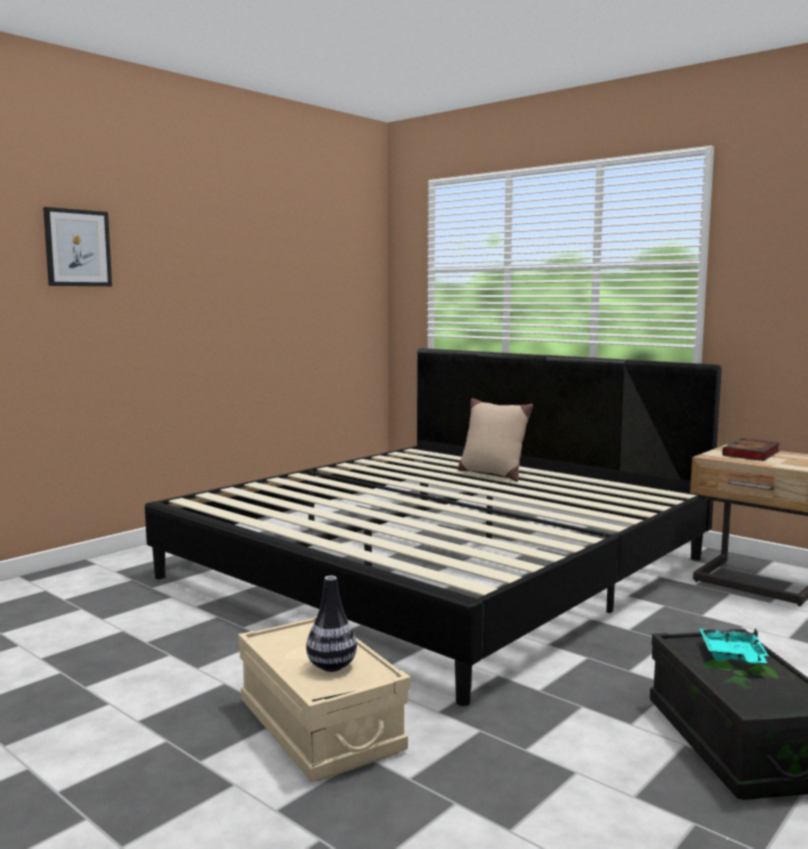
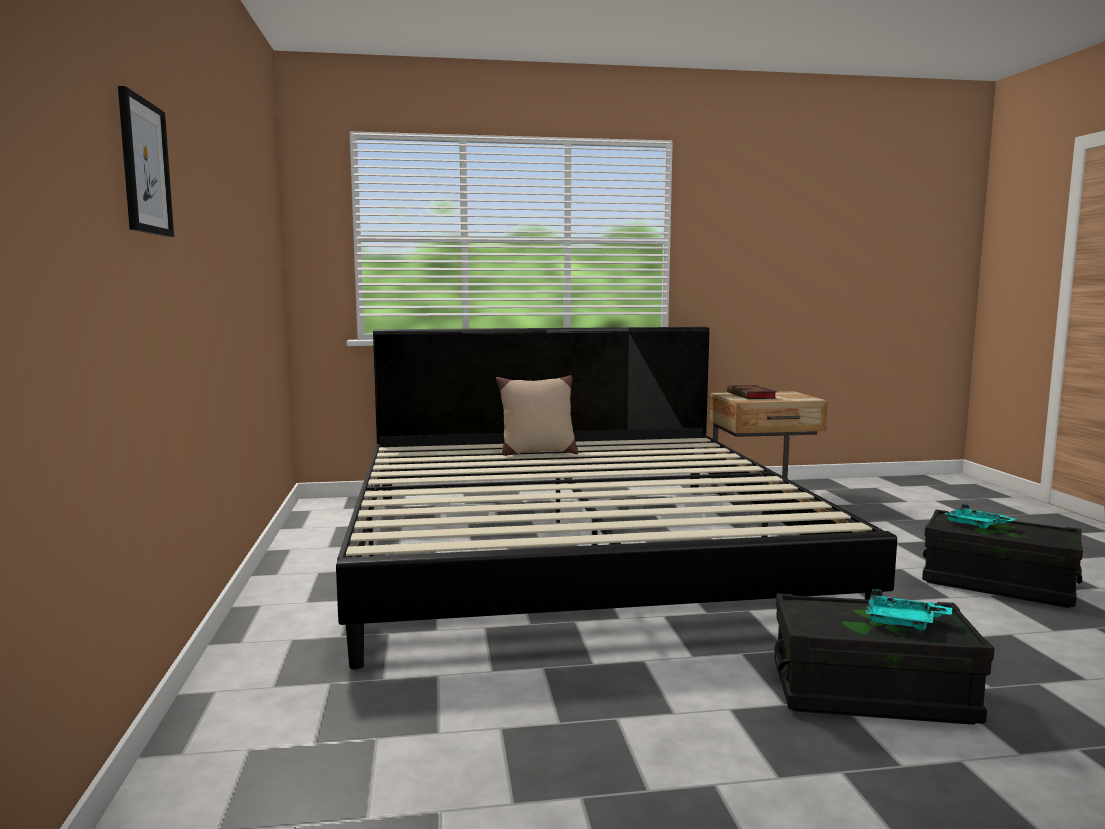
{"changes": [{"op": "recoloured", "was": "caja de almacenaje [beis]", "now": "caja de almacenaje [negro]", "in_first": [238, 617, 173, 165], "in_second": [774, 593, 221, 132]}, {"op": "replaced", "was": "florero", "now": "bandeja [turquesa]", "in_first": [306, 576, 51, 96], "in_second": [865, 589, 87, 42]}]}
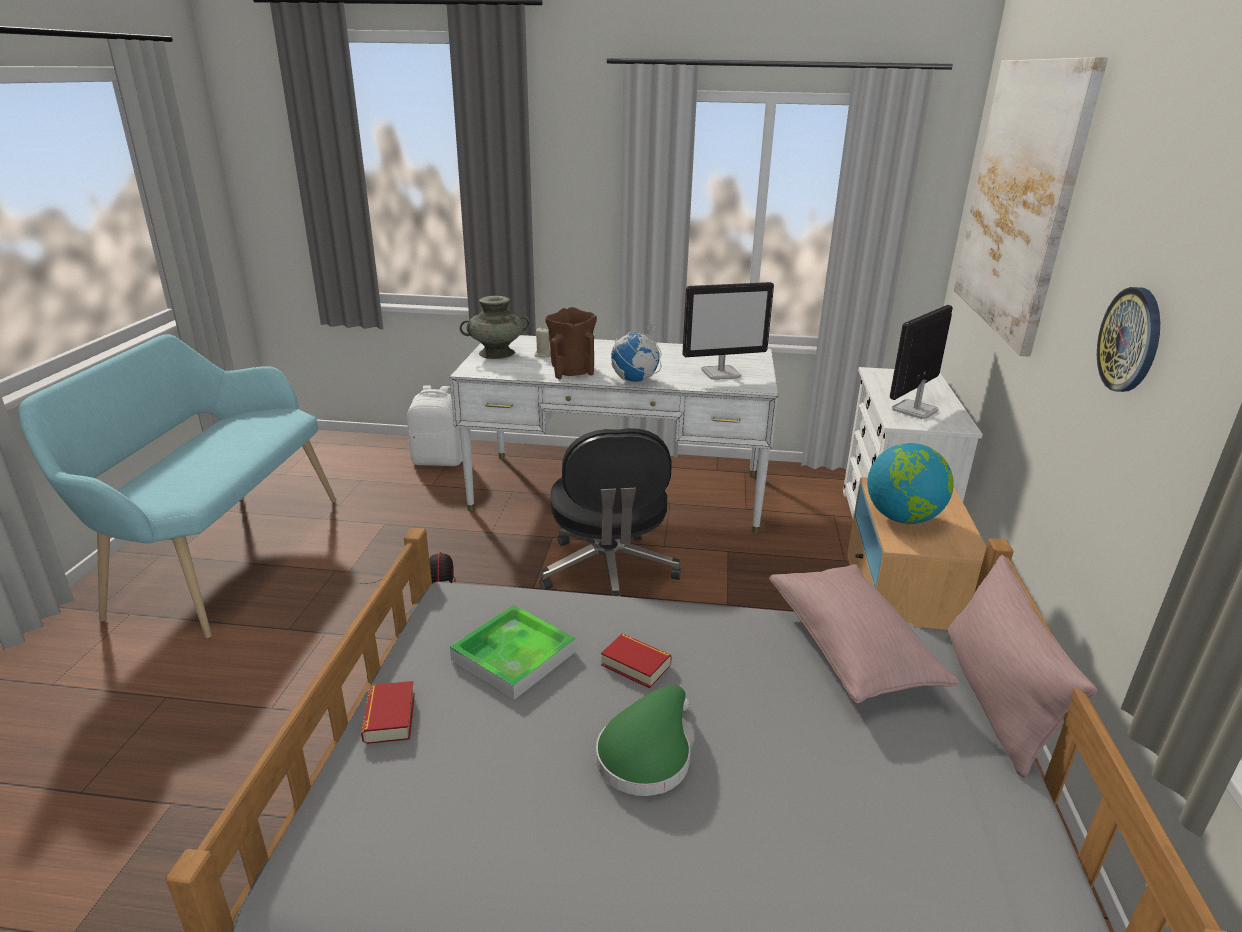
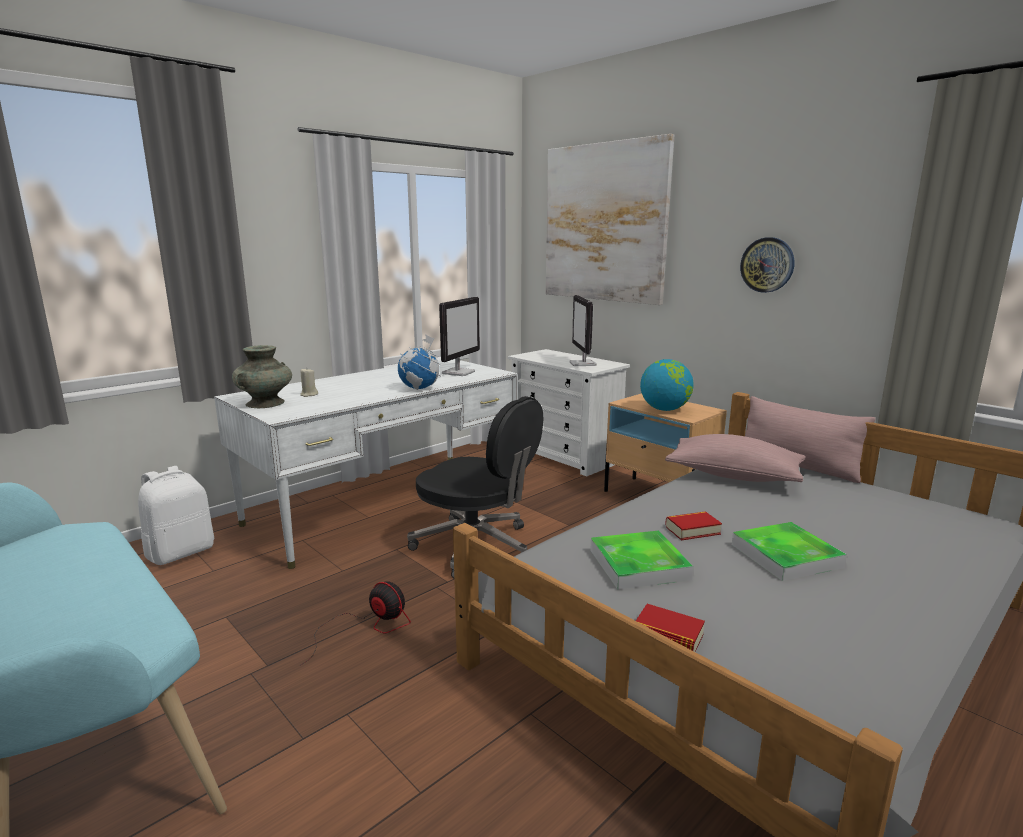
{"changes": [{"op": "removed", "was": "florero [marrón]", "in_first": [545, 307, 52, 72]}, {"op": "replaced", "was": "sombrero [verde]", "now": "bandeja", "in_first": [596, 685, 94, 111], "in_second": [732, 522, 115, 59]}]}
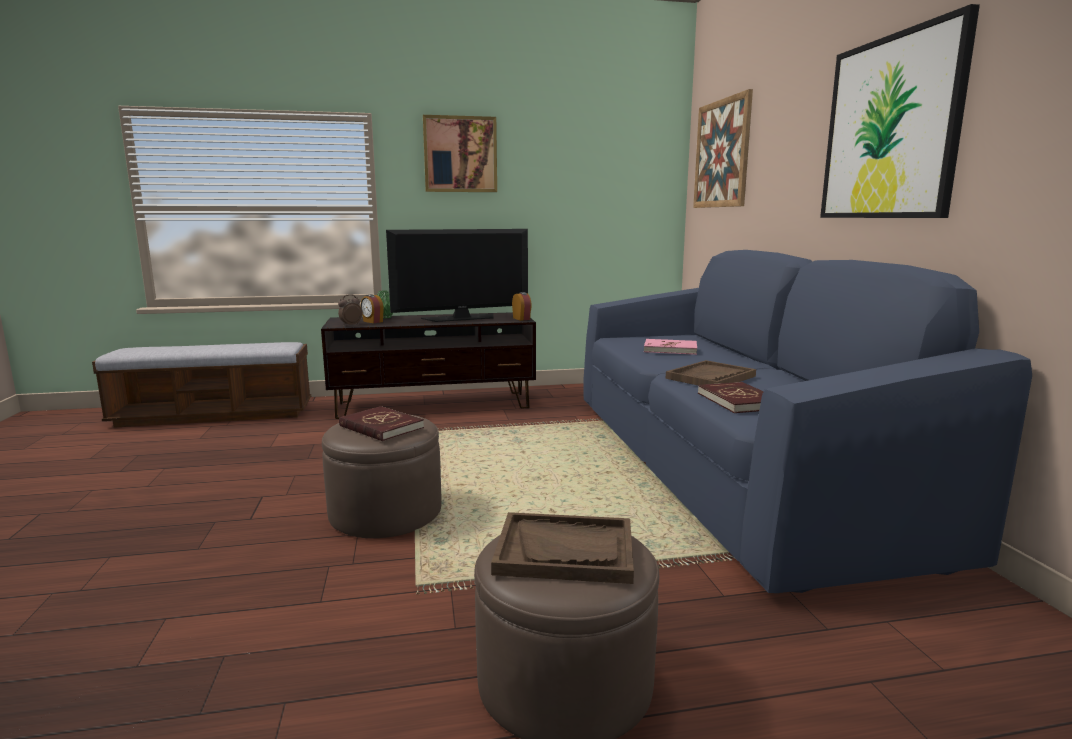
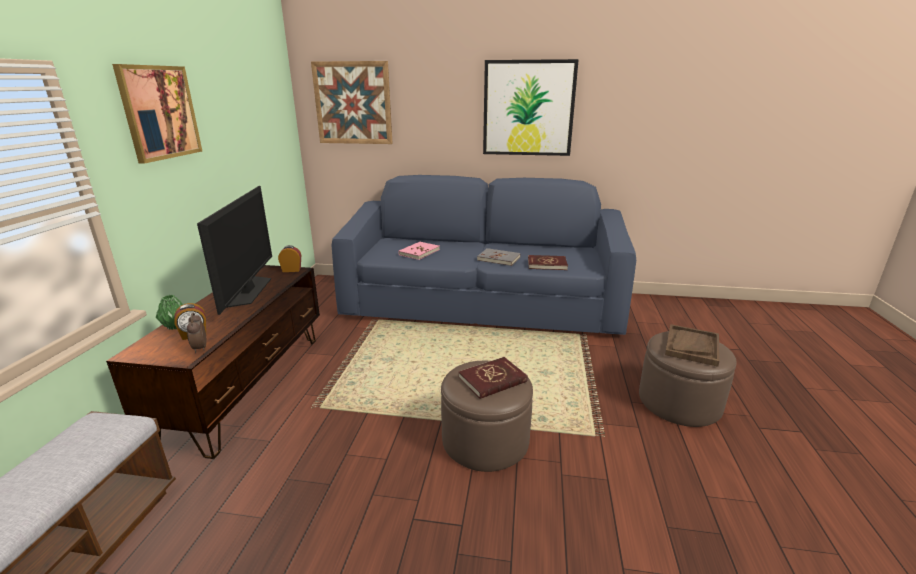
{"changes": [{"op": "replaced", "was": "bandeja [marrón]", "now": "libro [gris]", "in_first": [666, 360, 90, 25], "in_second": [477, 248, 43, 18]}]}
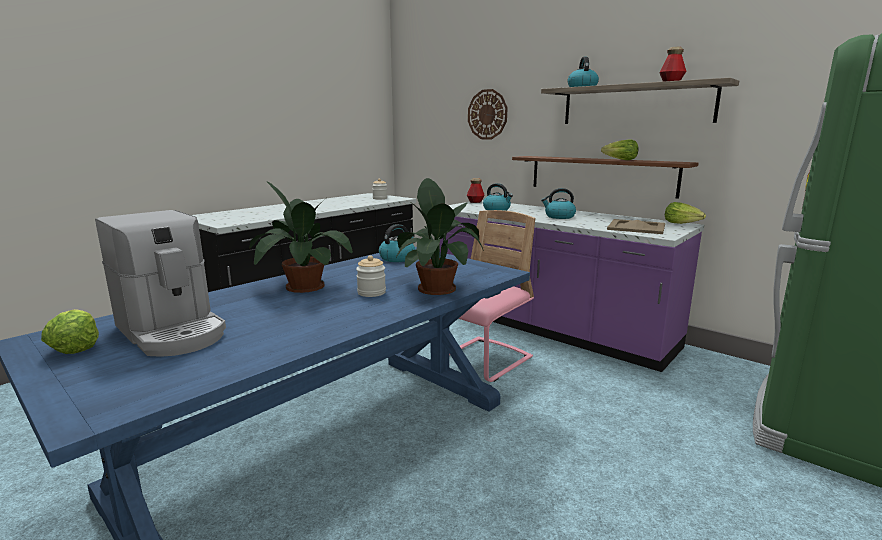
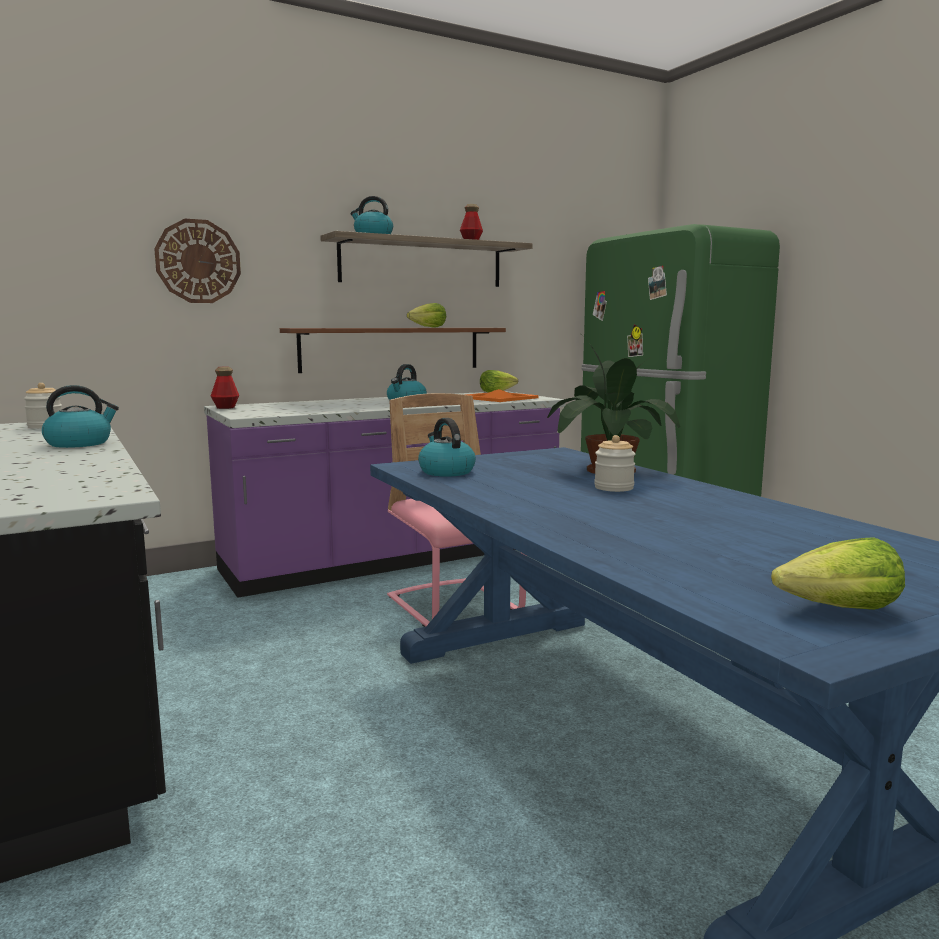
{"changes": [{"op": "removed", "was": "cafetera", "in_first": [95, 210, 131, 147]}, {"op": "removed", "was": "planta en maceta", "in_first": [249, 181, 104, 112]}, {"op": "moved", "was": "hervidor", "in_first": [483, 183, 30, 28], "in_second": [42, 385, 77, 63]}, {"op": "recoloured", "was": "bandeja [beis]", "now": "bandeja [naranja]", "in_first": [607, 219, 58, 15], "in_second": [466, 389, 73, 13]}]}
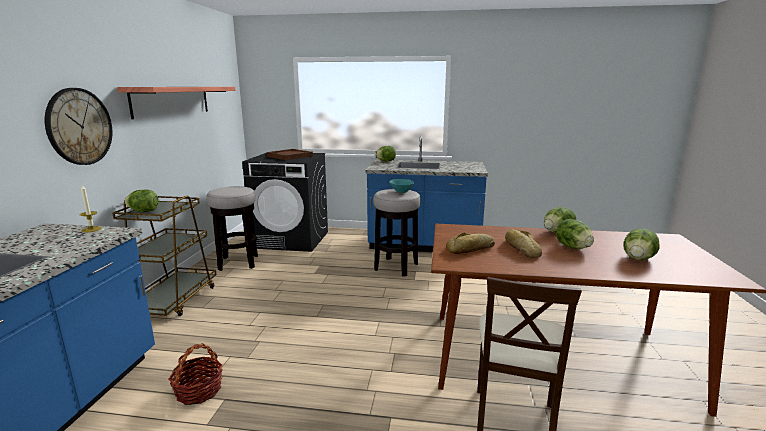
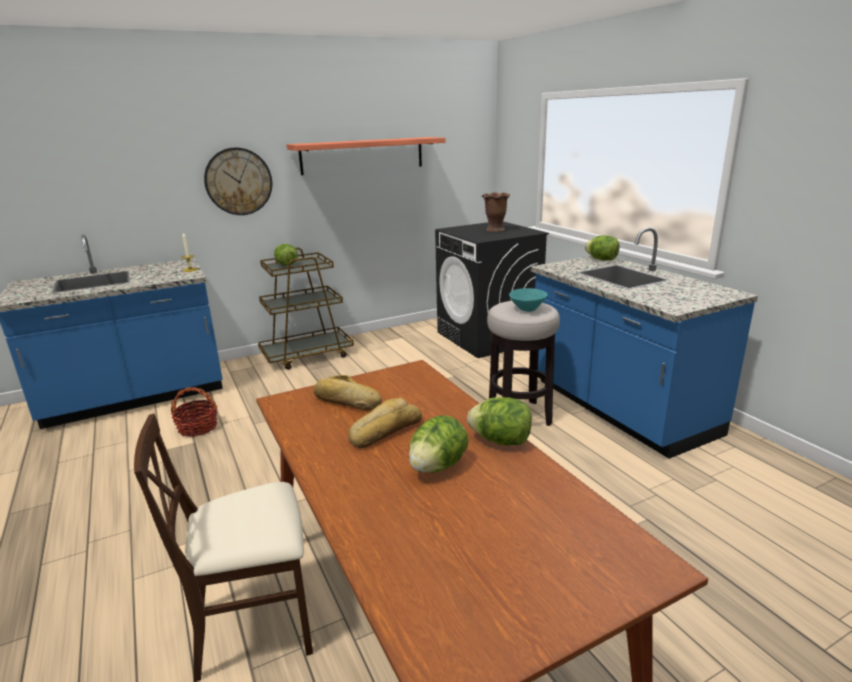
{"changes": [{"op": "removed", "was": "taburete", "in_first": [206, 186, 52, 85]}, {"op": "replaced", "was": "bandeja [marrón]", "now": "florero [marrón]", "in_first": [267, 149, 46, 11], "in_second": [482, 192, 28, 40]}, {"op": "removed", "was": "lechuga", "in_first": [623, 229, 37, 31]}]}
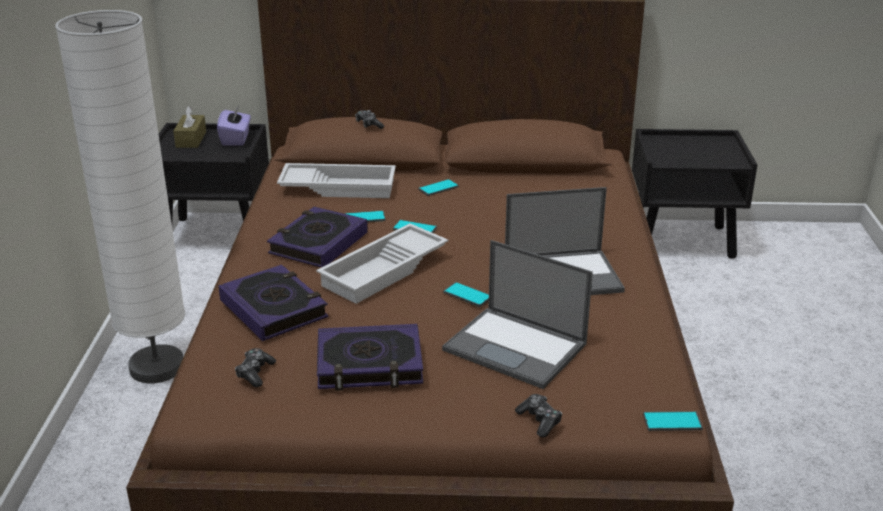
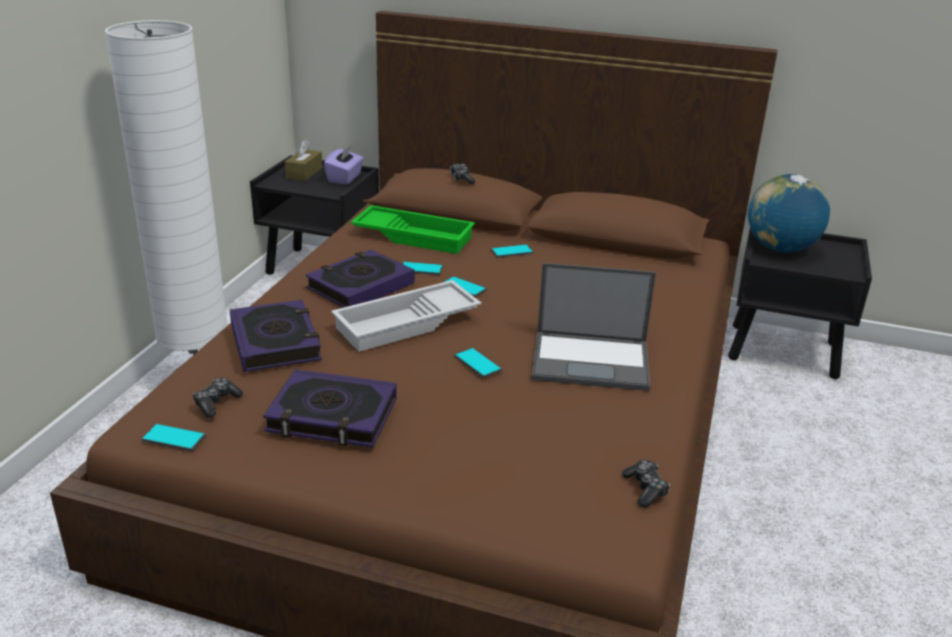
{"changes": [{"op": "recoloured", "was": "bandeja [blanco]", "now": "bandeja [verde]", "in_first": [277, 163, 119, 35], "in_second": [351, 205, 124, 49]}, {"op": "removed", "was": "portátil", "in_first": [442, 240, 151, 149]}, {"op": "moved", "was": "mando de consola", "in_first": [515, 394, 47, 43], "in_second": [622, 459, 48, 48]}, {"op": "moved", "was": "móvil", "in_first": [643, 411, 60, 20], "in_second": [141, 424, 65, 27]}, {"op": "added", "now": "globo terráqueo", "in_second": [748, 174, 82, 78]}]}
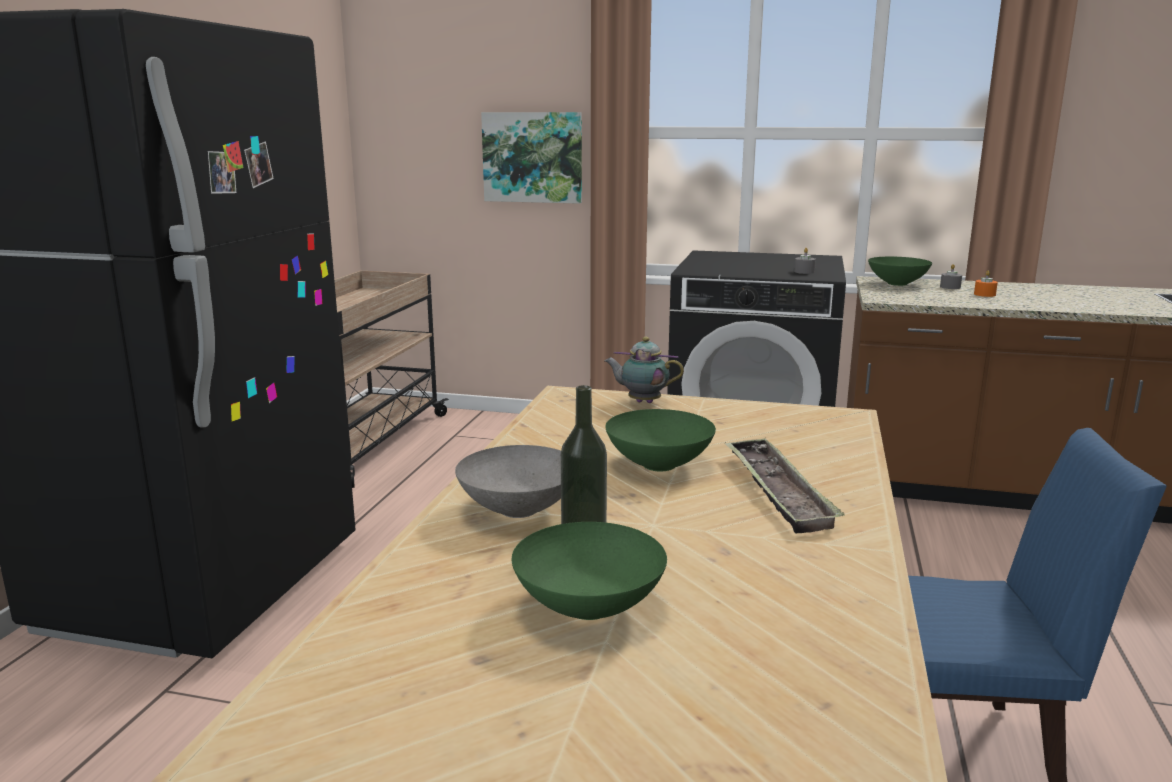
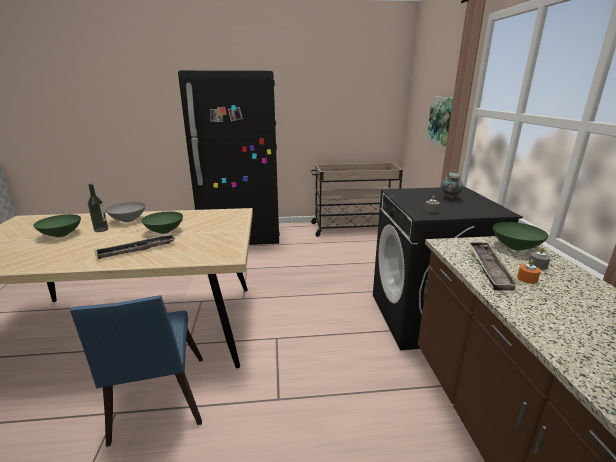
{"changes": [{"op": "moved", "was": "tetera", "in_first": [605, 337, 79, 66], "in_second": [441, 170, 22, 29]}, {"op": "added", "now": "bandeja", "in_second": [467, 242, 54, 49]}]}
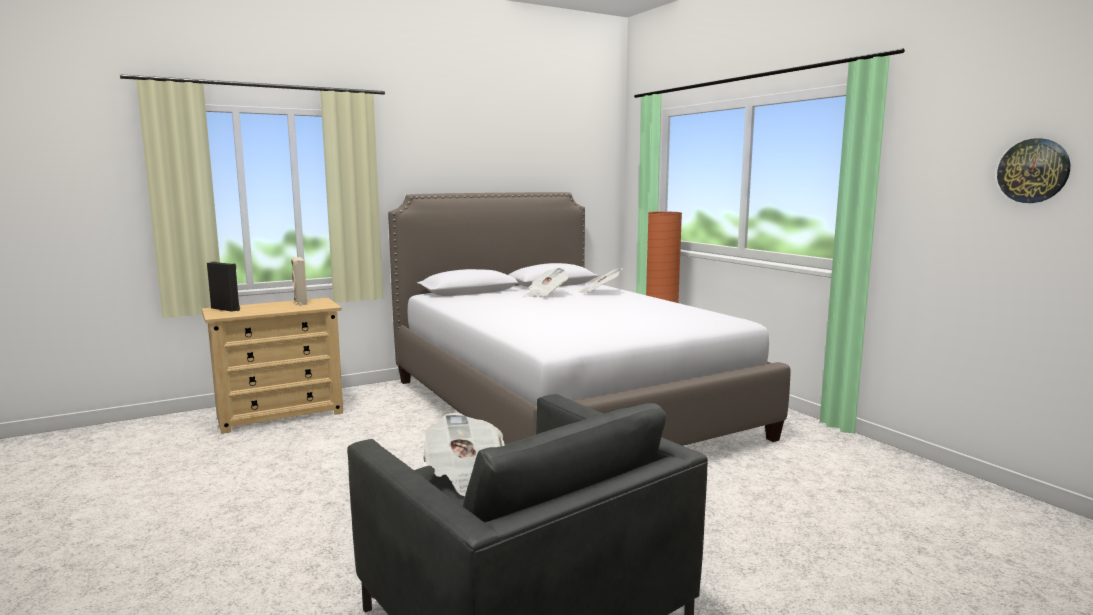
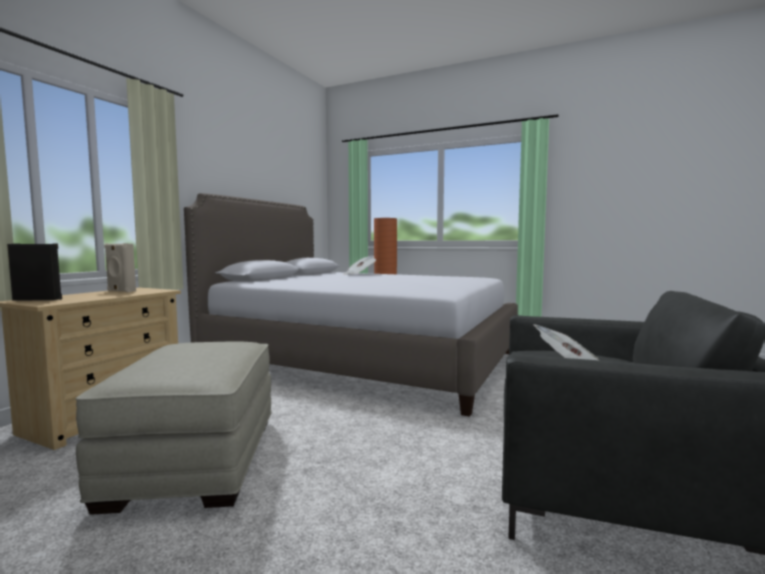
{"changes": [{"op": "removed", "was": "periódico", "in_first": [525, 268, 44, 29]}, {"op": "removed", "was": "reloj de pared", "in_first": [997, 138, 73, 65]}, {"op": "added", "now": "puf [beis]", "in_second": [76, 341, 196, 174]}]}
